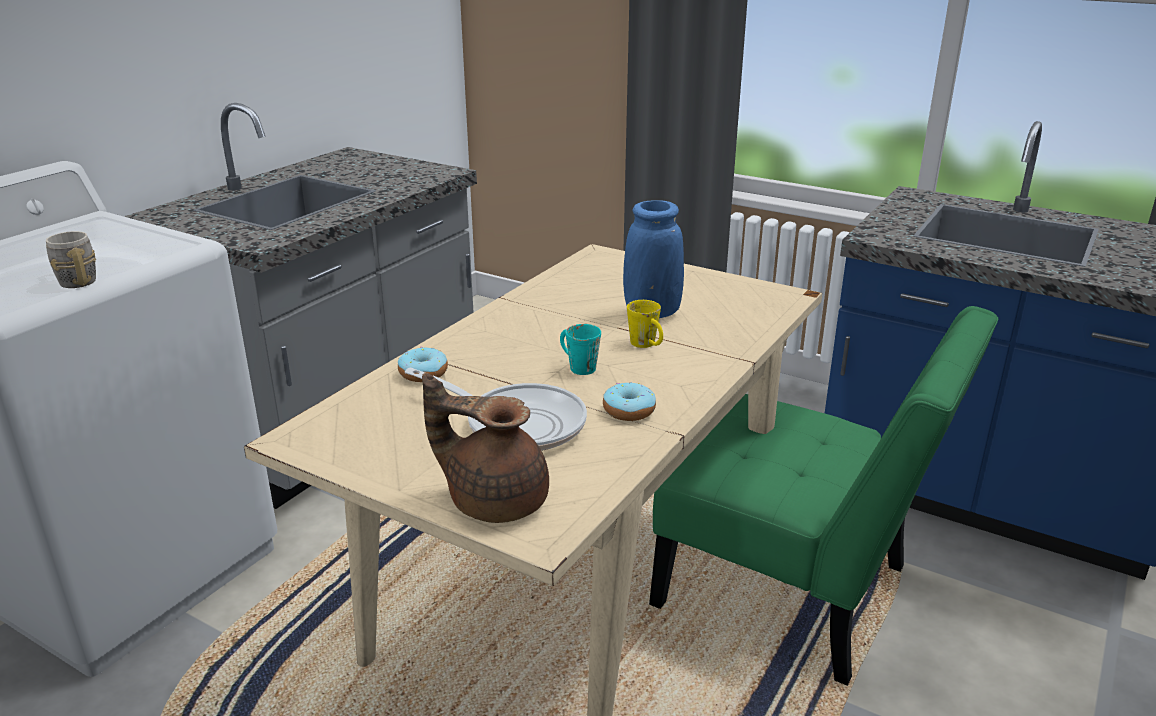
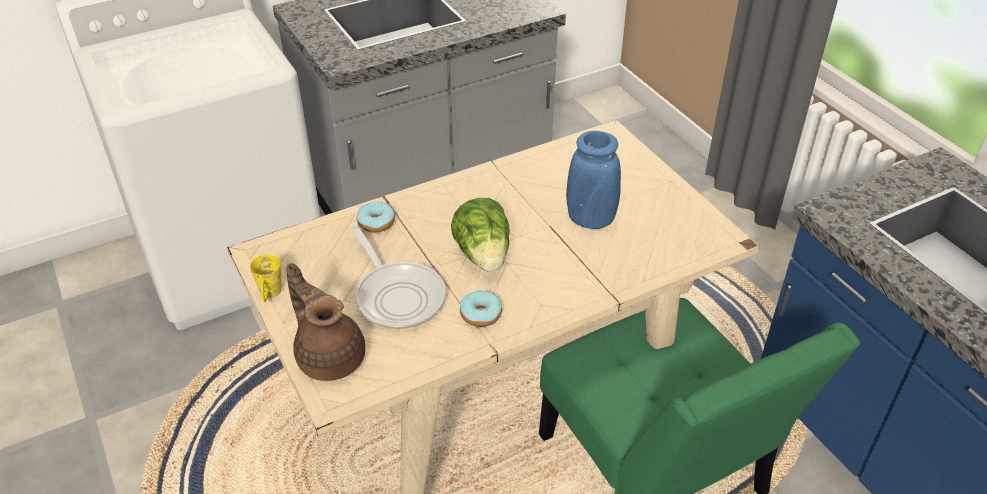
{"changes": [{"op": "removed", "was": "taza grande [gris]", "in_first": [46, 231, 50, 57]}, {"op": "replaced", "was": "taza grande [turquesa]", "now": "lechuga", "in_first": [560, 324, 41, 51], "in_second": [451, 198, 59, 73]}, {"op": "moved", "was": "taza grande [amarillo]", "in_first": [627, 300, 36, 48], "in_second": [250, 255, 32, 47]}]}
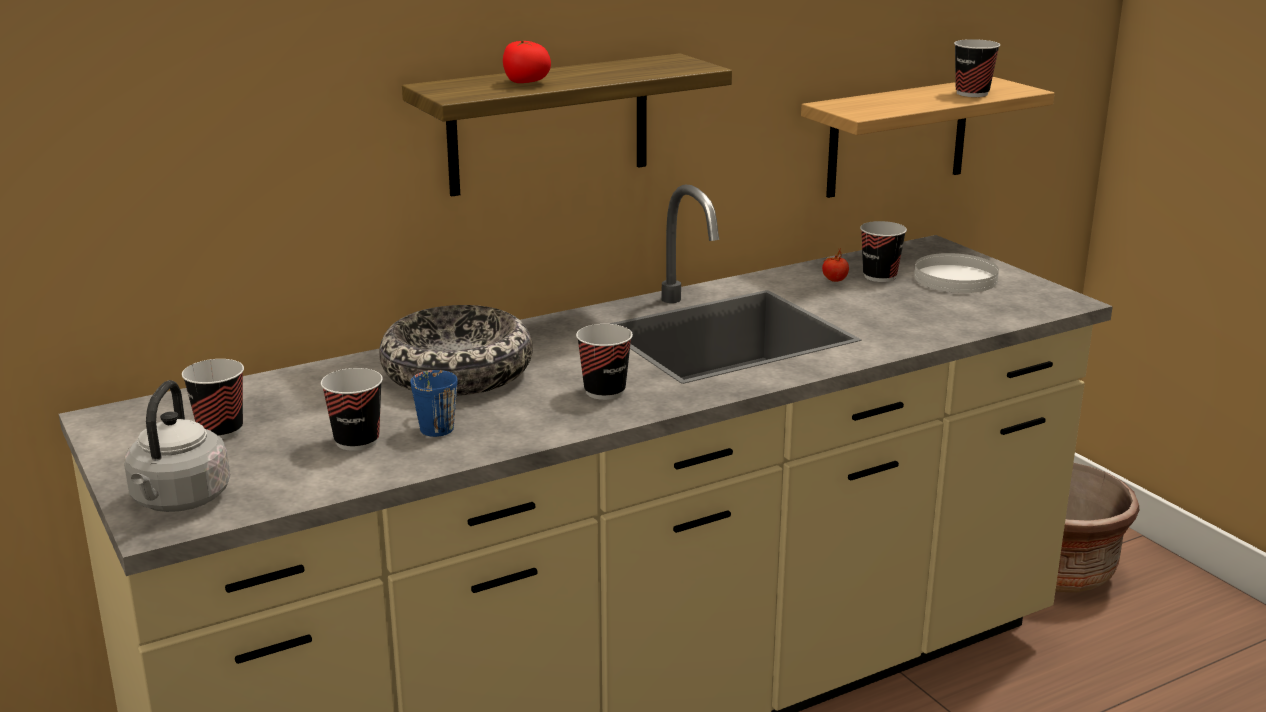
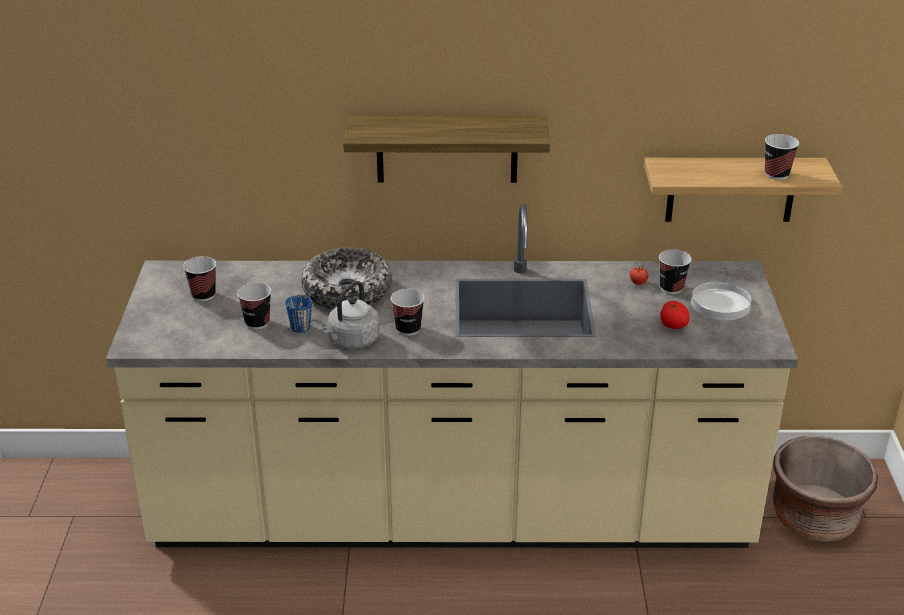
{"changes": [{"op": "moved", "was": "hervidor [gris]", "in_first": [124, 380, 106, 132], "in_second": [323, 281, 57, 68]}, {"op": "moved", "was": "tomate", "in_first": [503, 41, 48, 42], "in_second": [661, 301, 29, 28]}]}
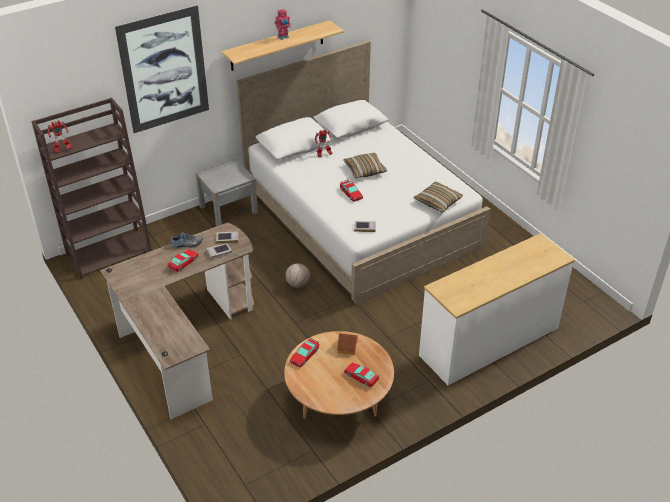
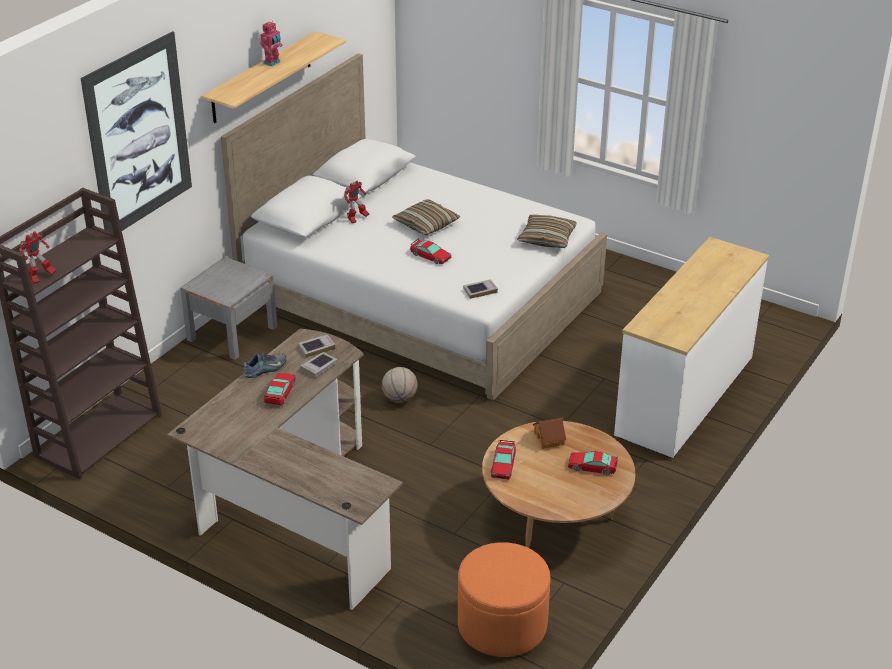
{"changes": [{"op": "added", "now": "puf [naranja]", "in_second": [458, 542, 93, 115]}]}
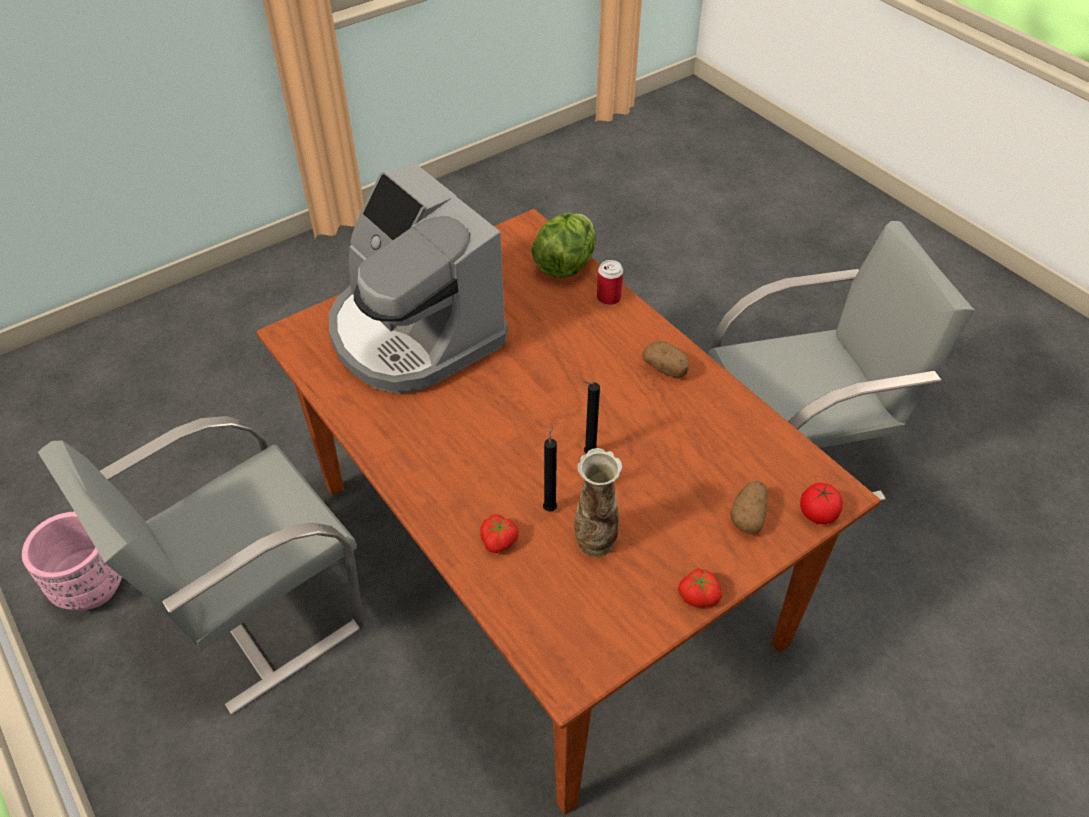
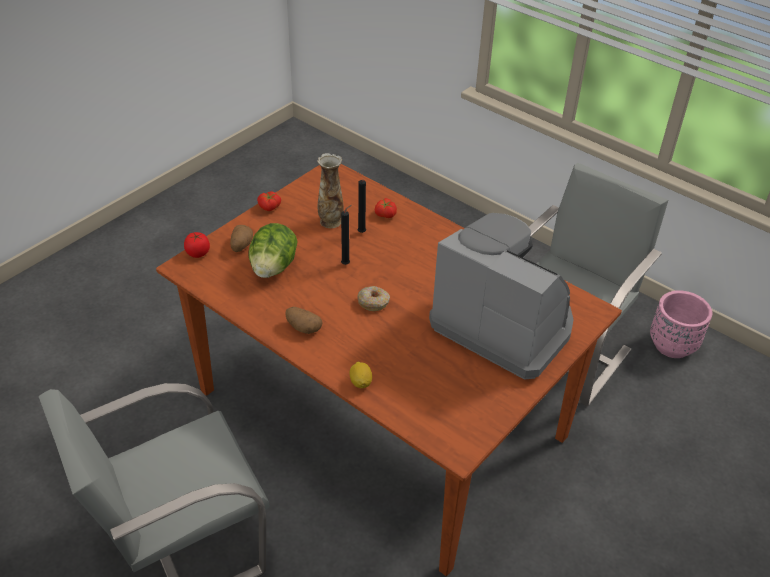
{"changes": [{"op": "moved", "was": "lechuga", "in_first": [531, 213, 65, 65], "in_second": [248, 223, 50, 55]}, {"op": "replaced", "was": "lata", "now": "limón", "in_first": [597, 260, 26, 45], "in_second": [349, 361, 23, 27]}, {"op": "added", "now": "rosquilla", "in_second": [357, 286, 33, 25]}]}
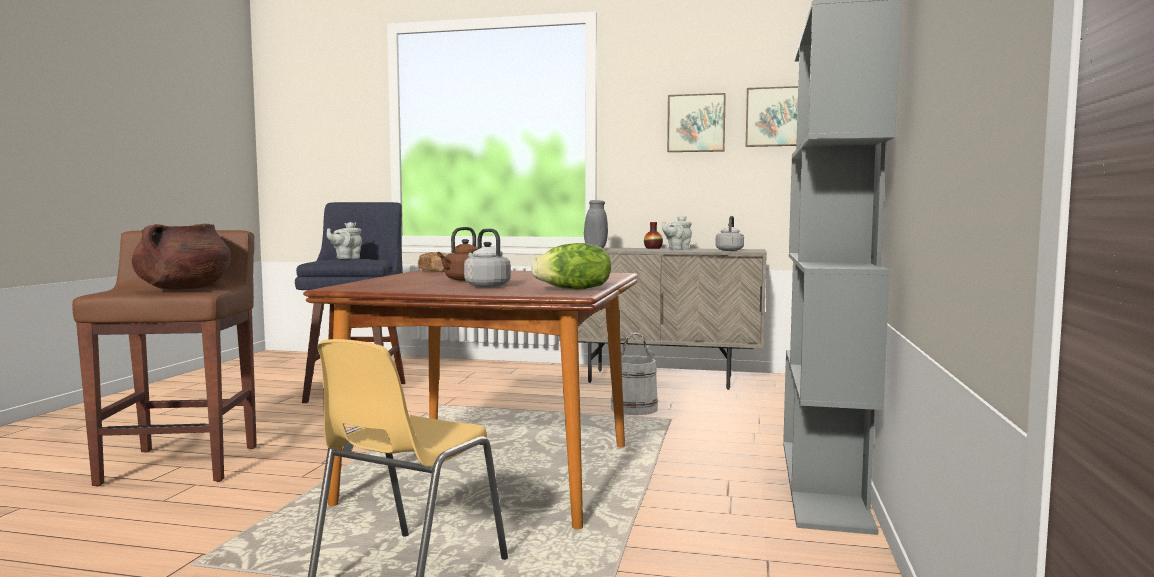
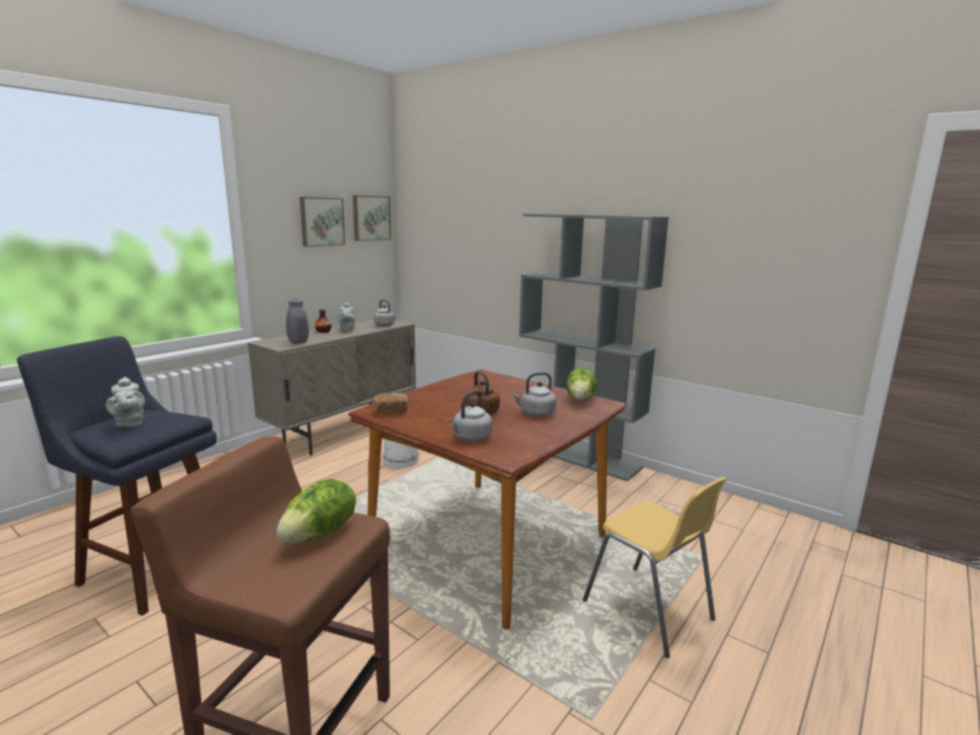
{"changes": [{"op": "replaced", "was": "olla [marrón]", "now": "lechuga", "in_first": [132, 223, 99, 67], "in_second": [276, 479, 80, 65]}, {"op": "added", "now": "hervidor [gris]", "in_second": [449, 390, 43, 51]}]}
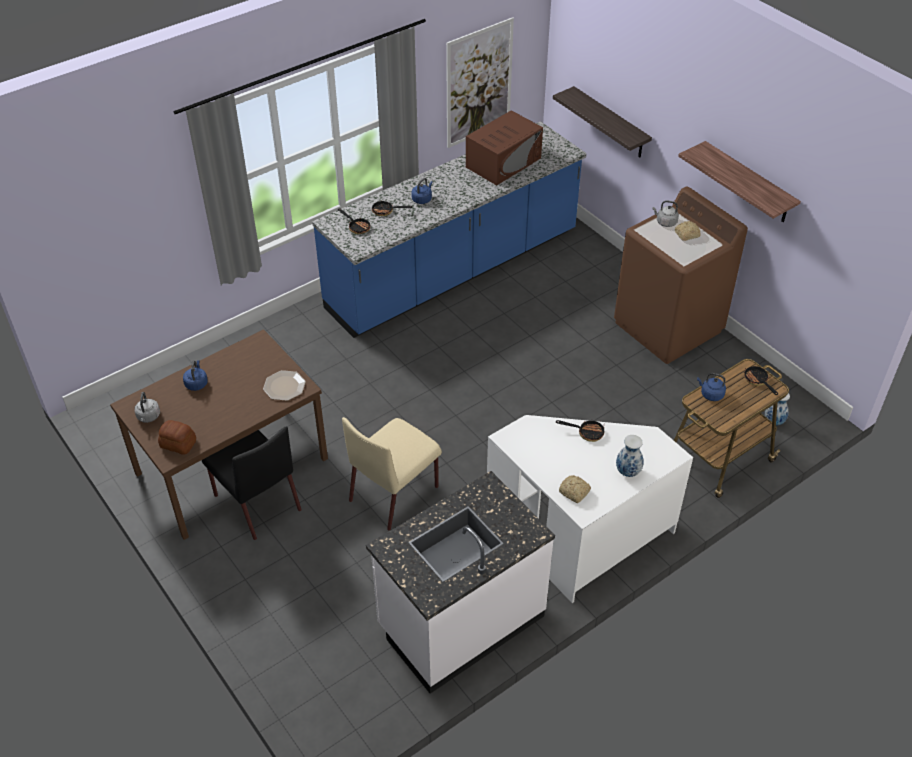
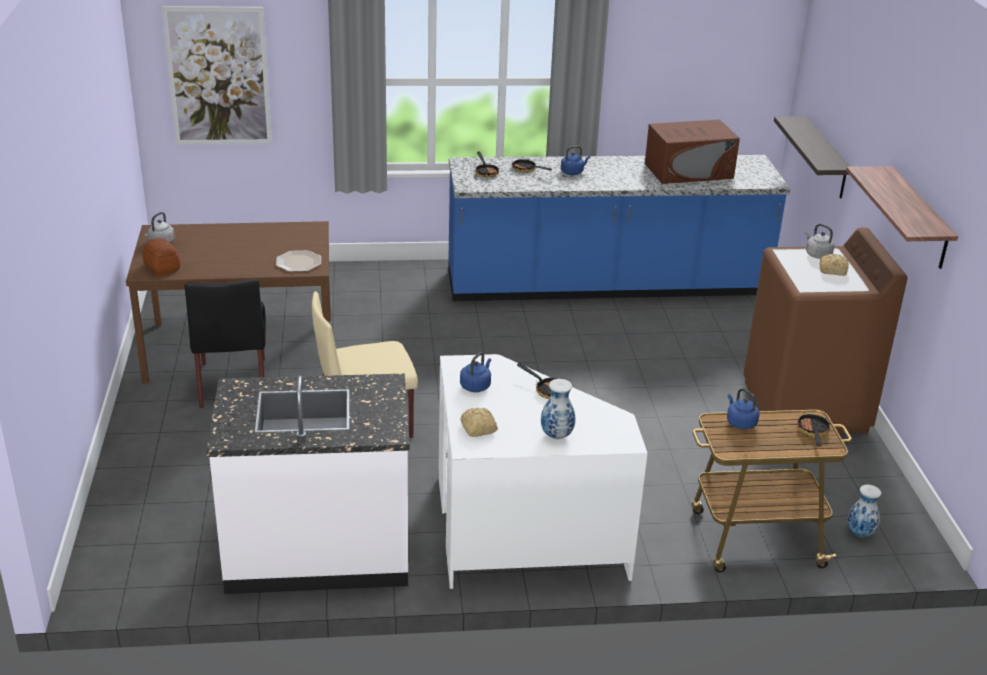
{"changes": [{"op": "moved", "was": "hervidor [azul]", "in_first": [183, 360, 25, 31], "in_second": [460, 352, 31, 40]}, {"op": "moved", "was": "cuadro", "in_first": [446, 17, 68, 131], "in_second": [162, 6, 110, 138]}]}
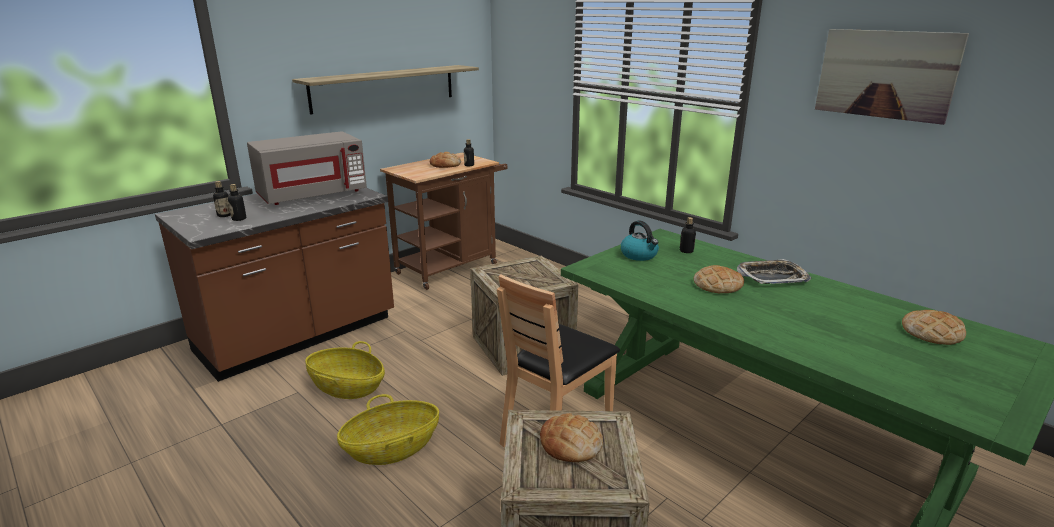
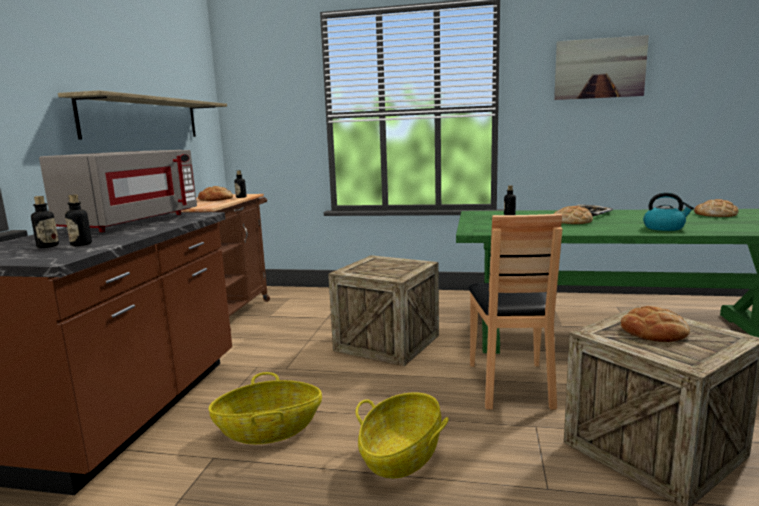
{"changes": [{"op": "moved", "was": "hervidor", "in_first": [621, 221, 38, 40], "in_second": [643, 192, 51, 39]}]}
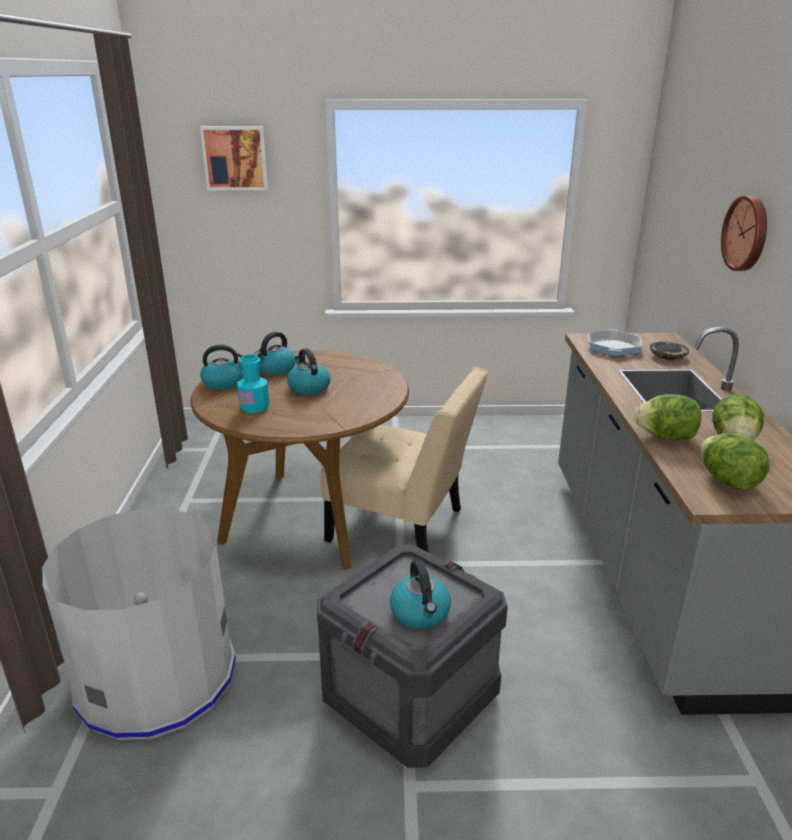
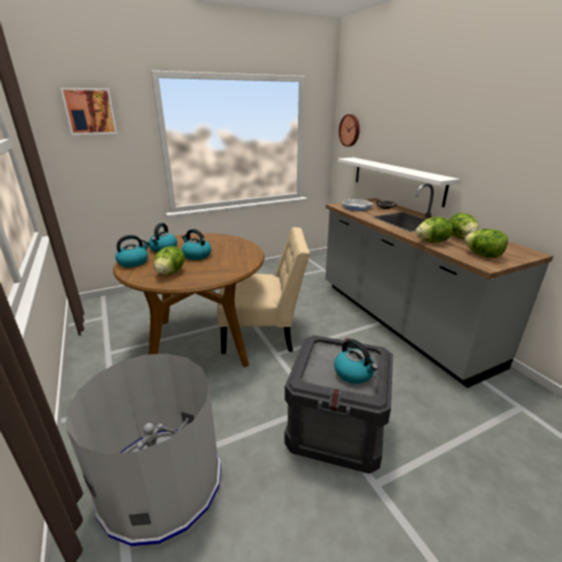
{"changes": [{"op": "replaced", "was": "botella [turquesa]", "now": "lechuga", "in_first": [237, 354, 32, 59], "in_second": [154, 246, 31, 29]}, {"op": "moved", "was": "reloj de pared", "in_first": [721, 196, 46, 75], "in_second": [339, 114, 21, 33]}, {"op": "added", "now": "estante [blanco]", "in_second": [338, 157, 122, 50]}]}
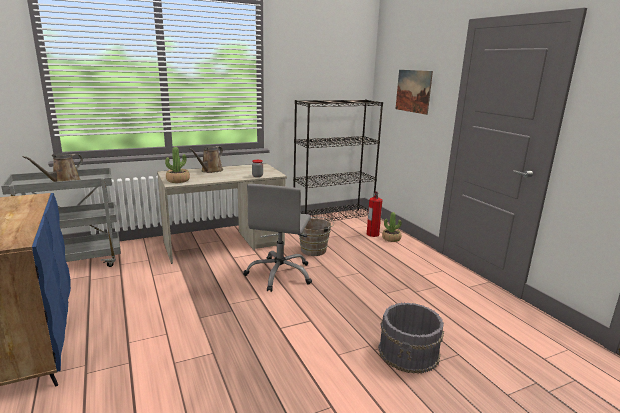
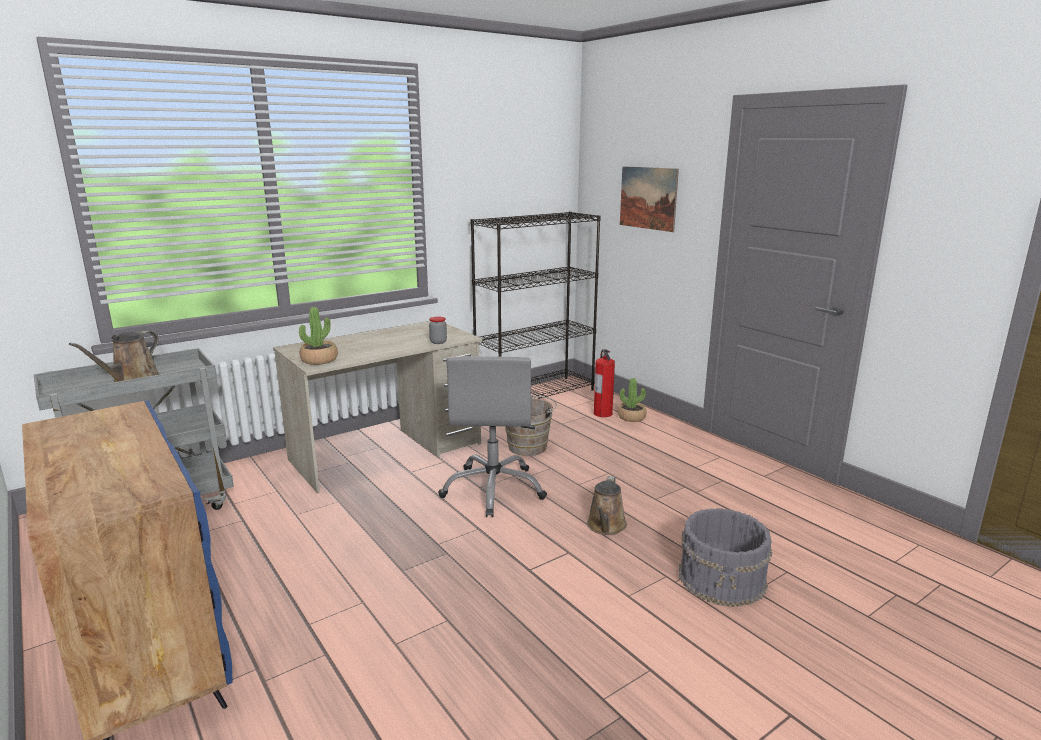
{"changes": [{"op": "moved", "was": "regadera [marrón]", "in_first": [189, 146, 34, 27], "in_second": [587, 476, 40, 59]}]}
